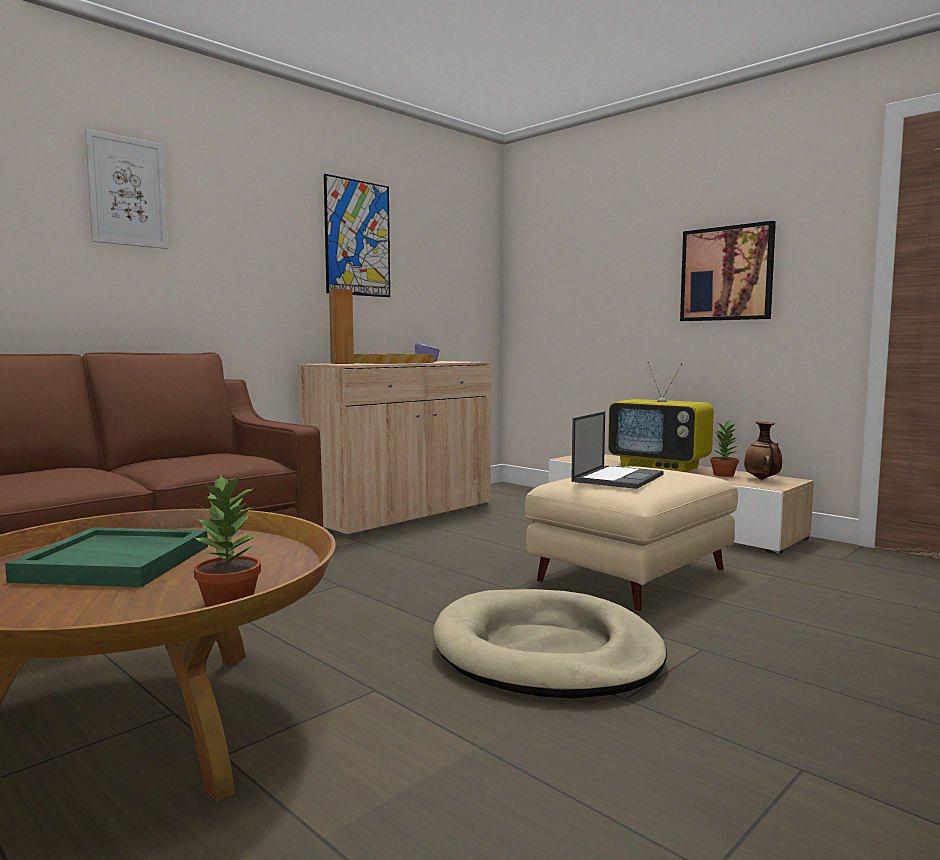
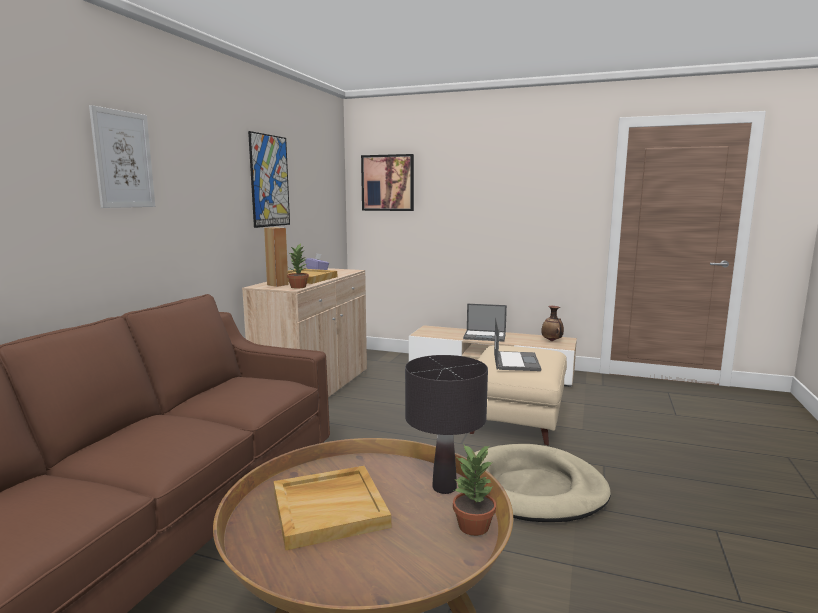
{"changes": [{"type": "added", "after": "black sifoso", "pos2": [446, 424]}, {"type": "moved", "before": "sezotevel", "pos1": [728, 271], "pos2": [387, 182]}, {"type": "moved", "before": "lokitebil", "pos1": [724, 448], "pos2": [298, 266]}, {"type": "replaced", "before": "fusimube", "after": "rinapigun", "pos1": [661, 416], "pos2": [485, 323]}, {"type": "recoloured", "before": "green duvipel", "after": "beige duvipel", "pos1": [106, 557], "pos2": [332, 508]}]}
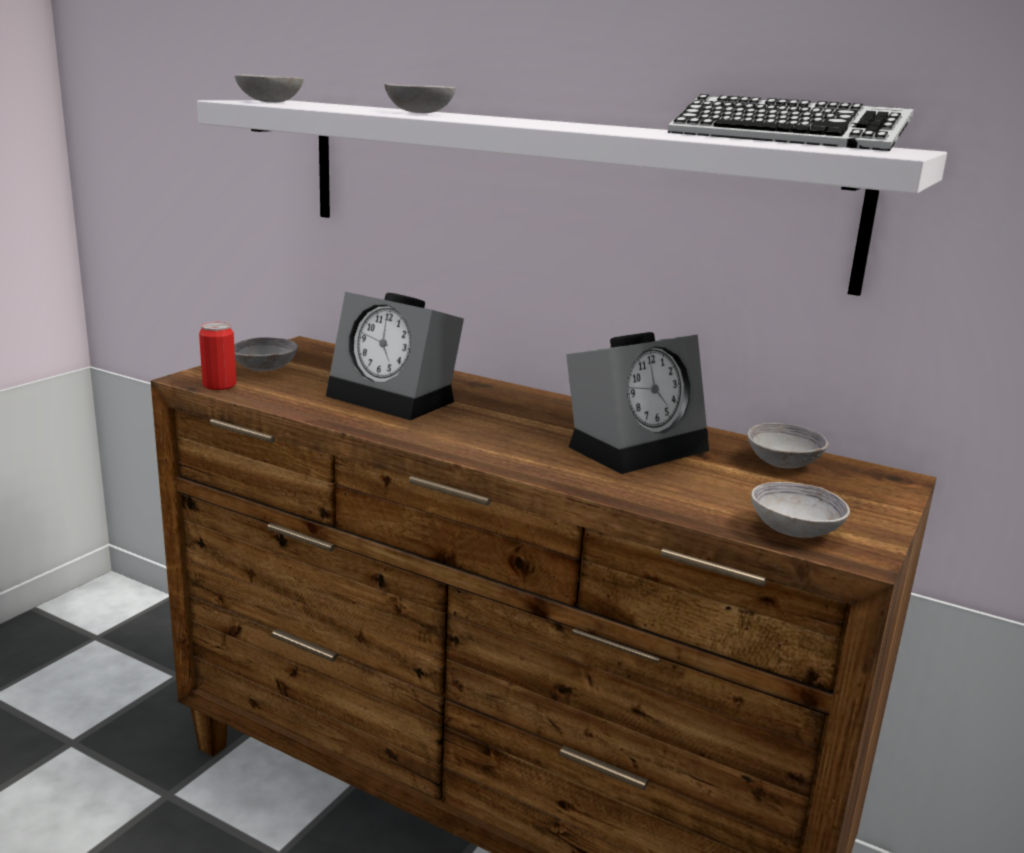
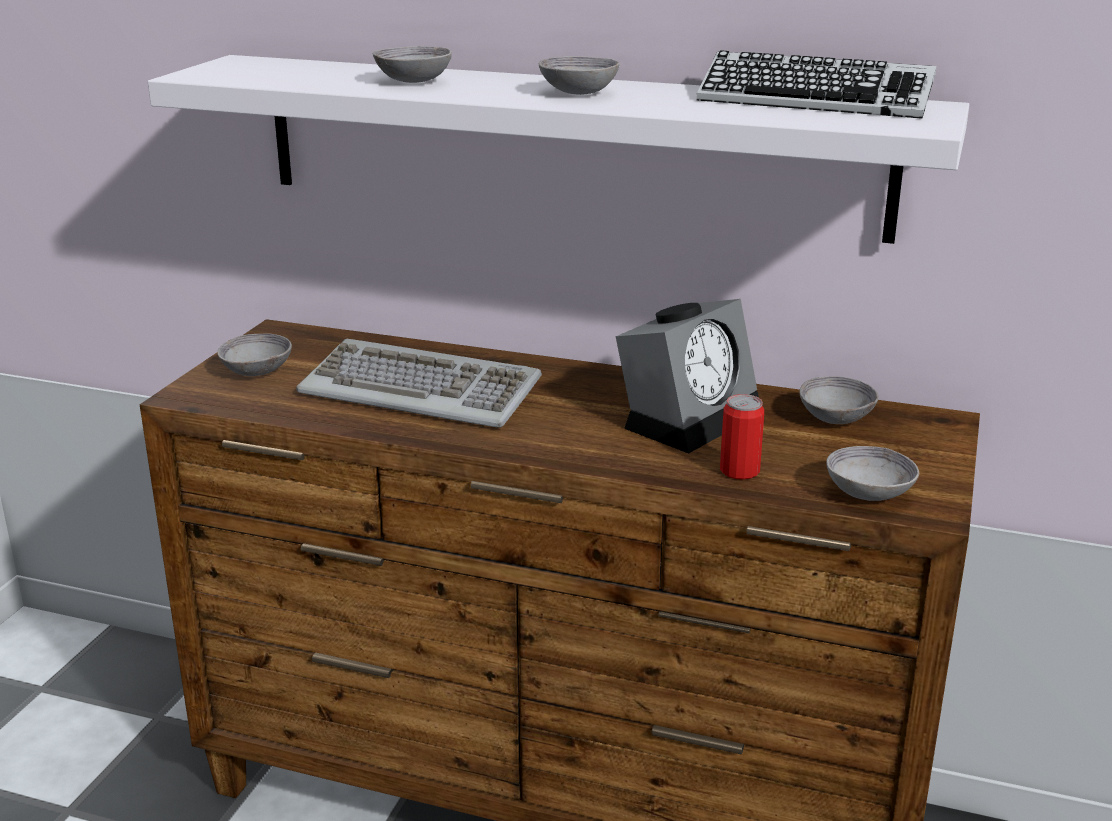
{"changes": [{"type": "moved", "before": "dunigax", "pos1": [217, 356], "pos2": [742, 437]}, {"type": "moved", "before": "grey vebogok", "pos1": [269, 88], "pos2": [579, 75]}, {"type": "replaced", "before": "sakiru", "after": "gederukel", "pos1": [395, 356], "pos2": [419, 383]}]}
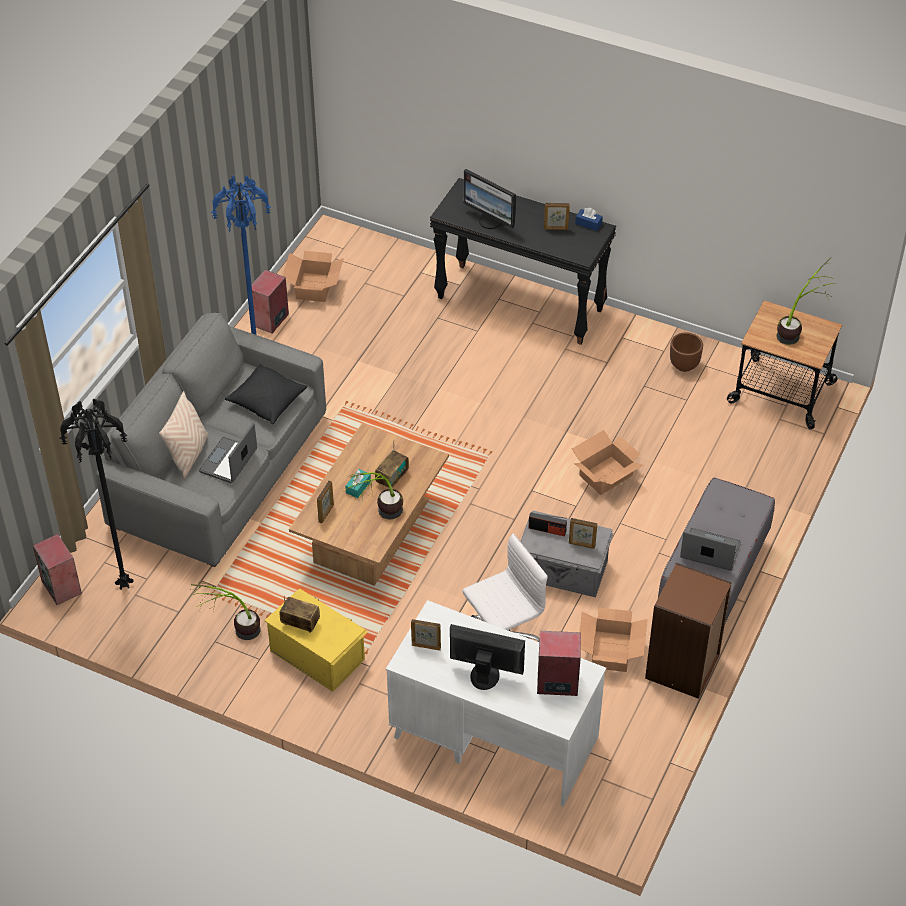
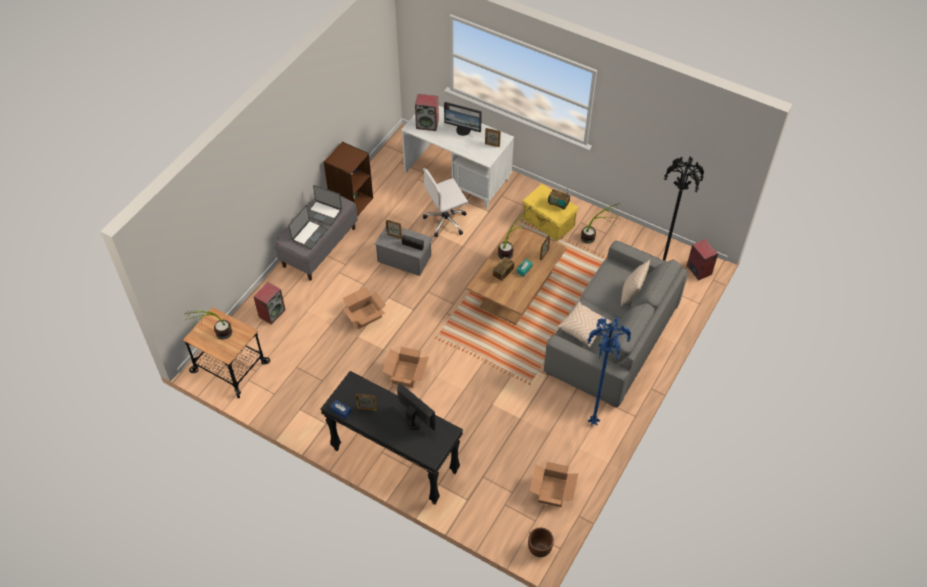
{"changes": [{"type": "moved", "before": "rinapigun", "pos1": [228, 453], "pos2": [308, 227]}, {"type": "moved", "before": "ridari", "pos1": [270, 302], "pos2": [269, 303]}, {"type": "moved", "before": "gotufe", "pos1": [613, 640], "pos2": [405, 367]}, {"type": "moved", "before": "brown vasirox", "pos1": [686, 352], "pos2": [541, 542]}, {"type": "recoloured", "before": "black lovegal", "after": "beige lovegal", "pos1": [266, 394], "pos2": [584, 324]}]}
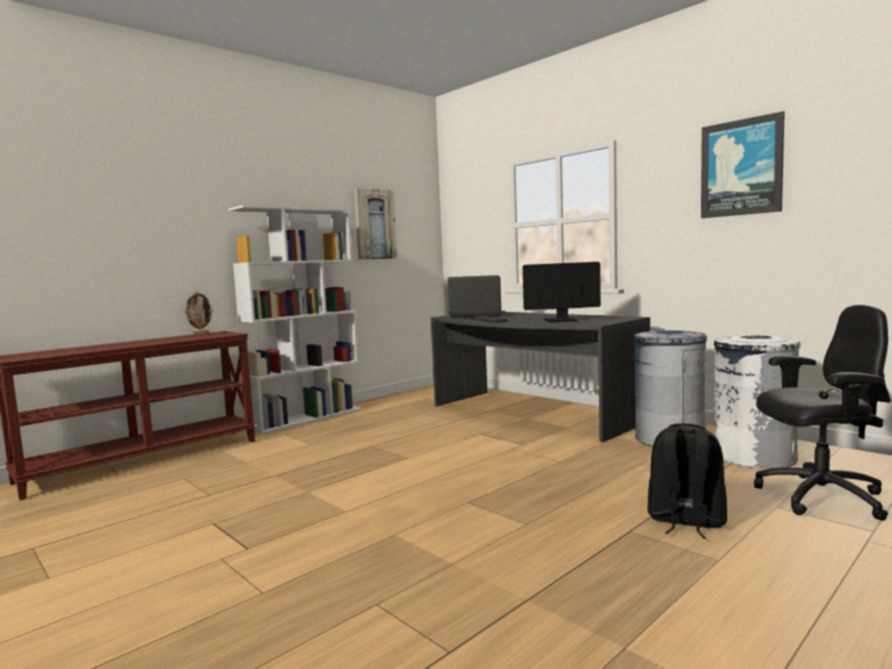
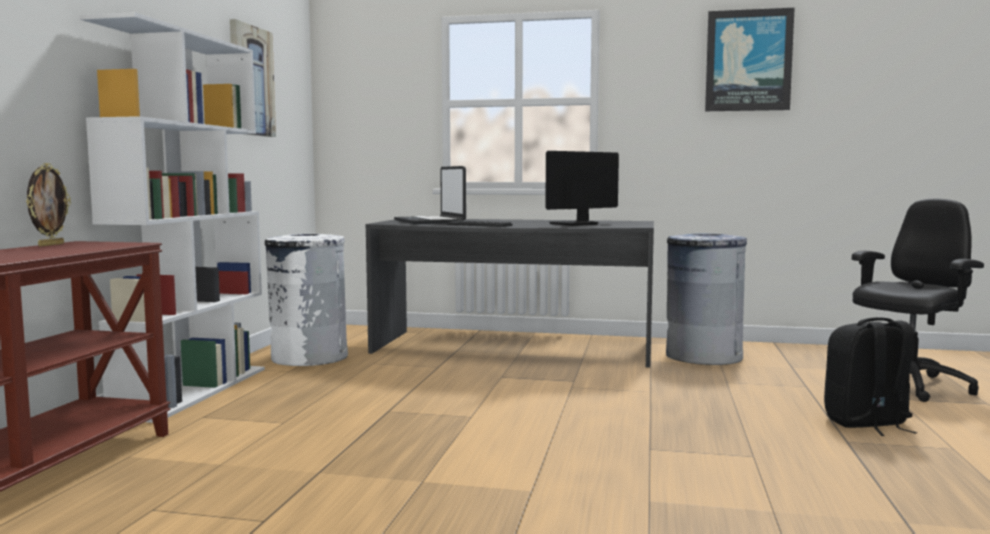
{"changes": [{"type": "moved", "before": "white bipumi", "pos1": [757, 402], "pos2": [306, 300]}, {"type": "turned", "before": "rinapigun", "pos1": [477, 296], "pos2": [430, 195], "turn": -90}]}
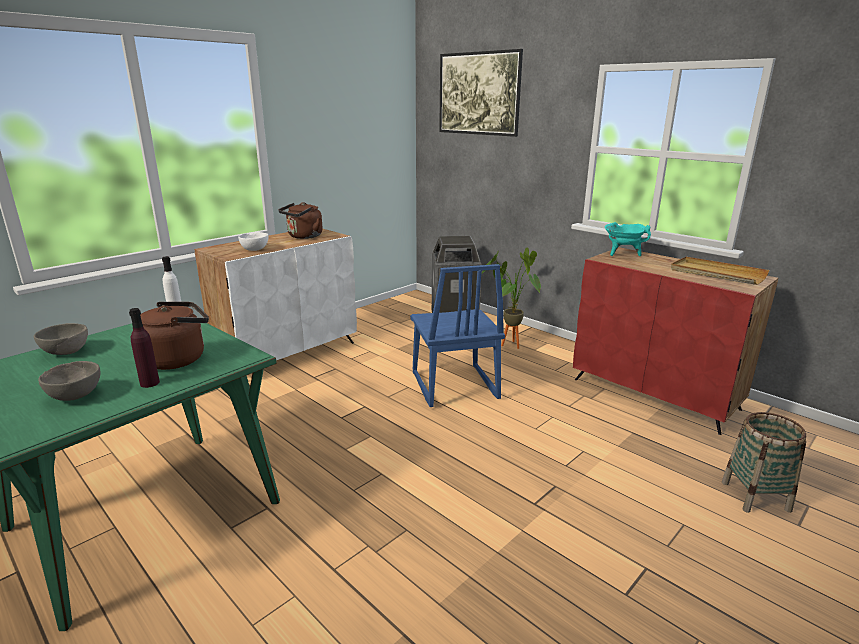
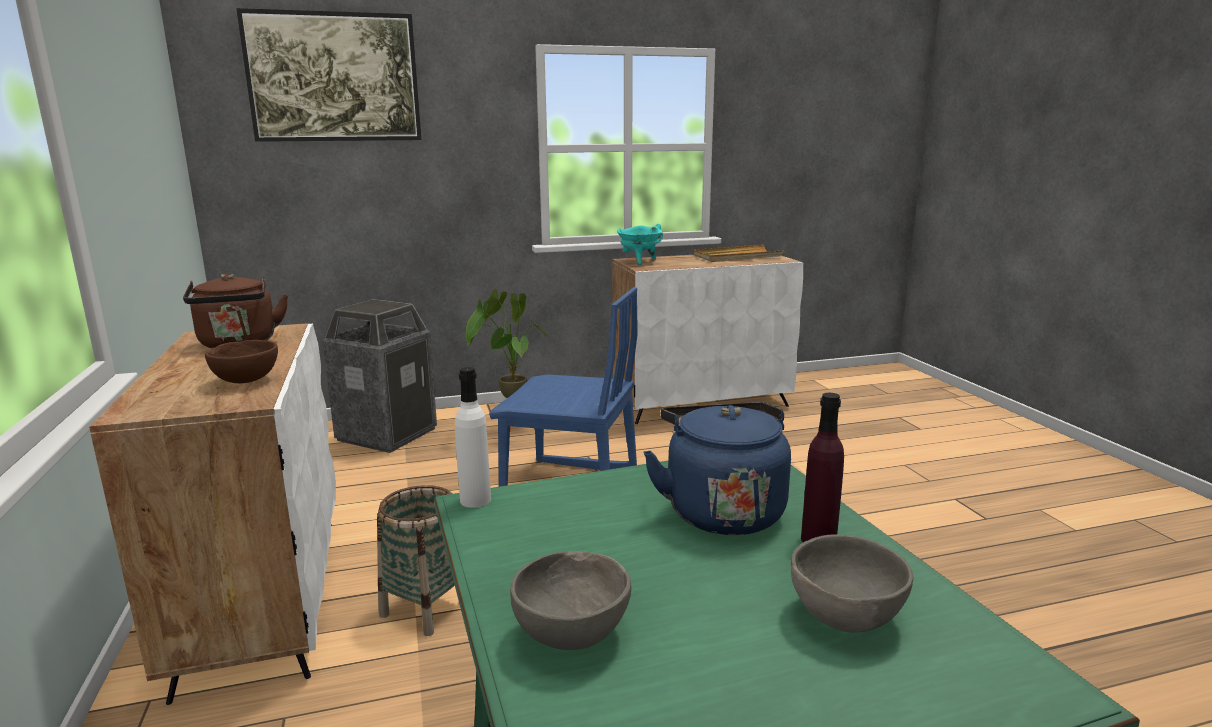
{"changes": [{"type": "moved", "before": "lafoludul", "pos1": [764, 462], "pos2": [416, 560]}, {"type": "recoloured", "before": "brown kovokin", "after": "blue kovokin", "pos1": [174, 336], "pos2": [717, 468]}, {"type": "recoloured", "before": "white vebogok", "after": "brown vebogok", "pos1": [253, 241], "pos2": [241, 361]}, {"type": "recoloured", "before": "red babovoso", "after": "white babovoso", "pos1": [675, 341], "pos2": [707, 337]}]}
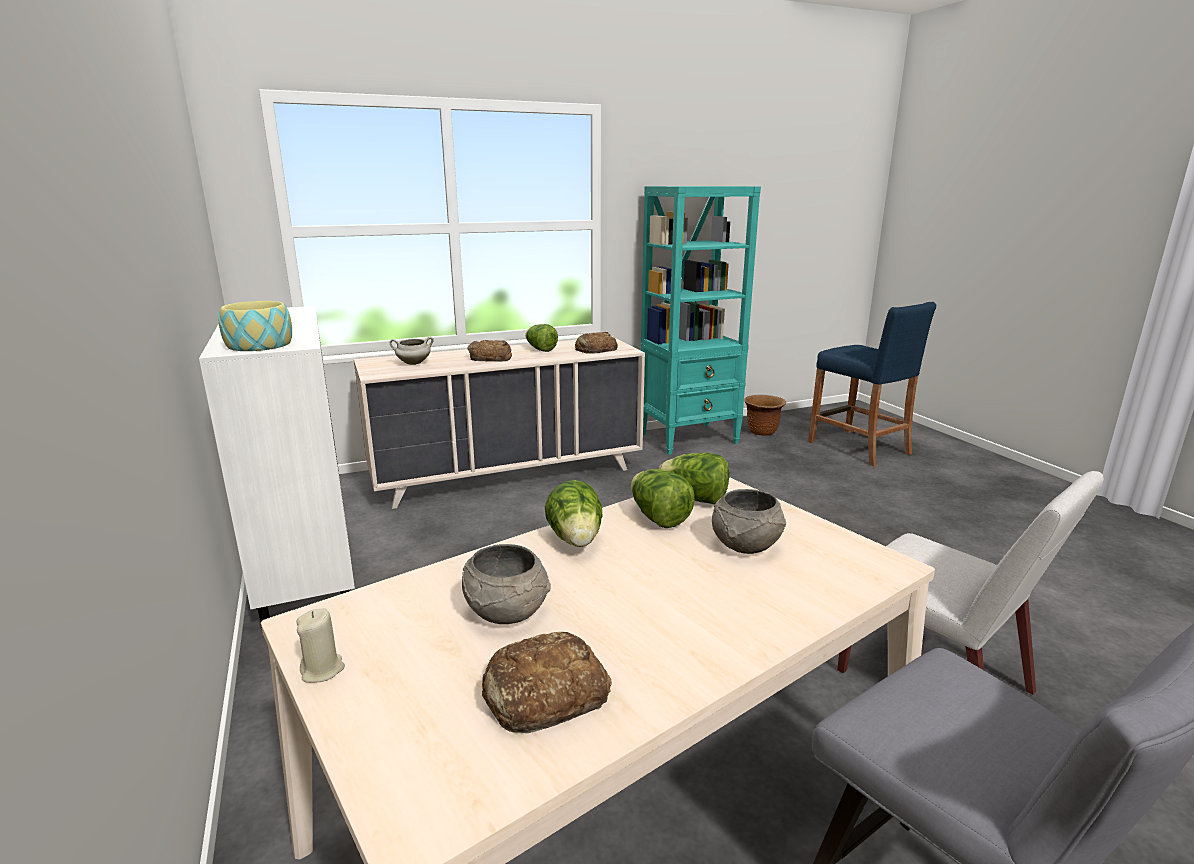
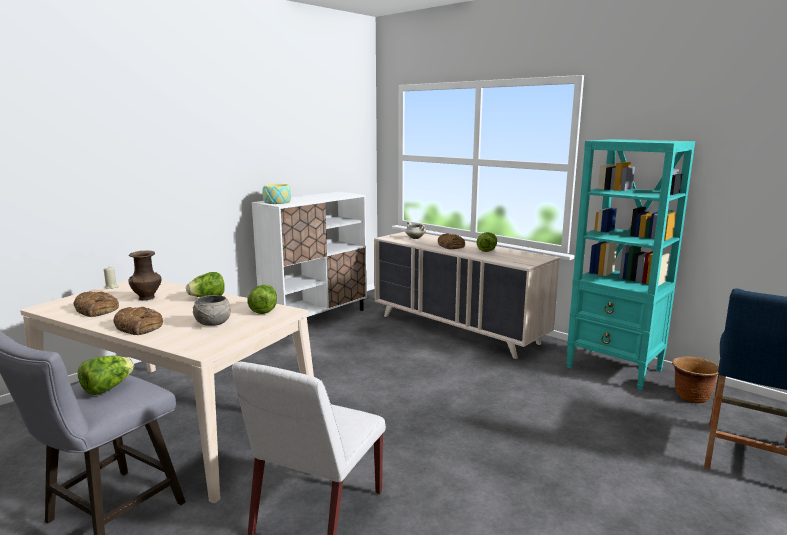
{"changes": [{"type": "moved", "before": "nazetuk", "pos1": [596, 343], "pos2": [138, 321]}, {"type": "moved", "before": "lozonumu", "pos1": [663, 498], "pos2": [106, 375]}, {"type": "replaced", "before": "grey vebogok", "after": "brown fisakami", "pos1": [506, 584], "pos2": [144, 276]}]}
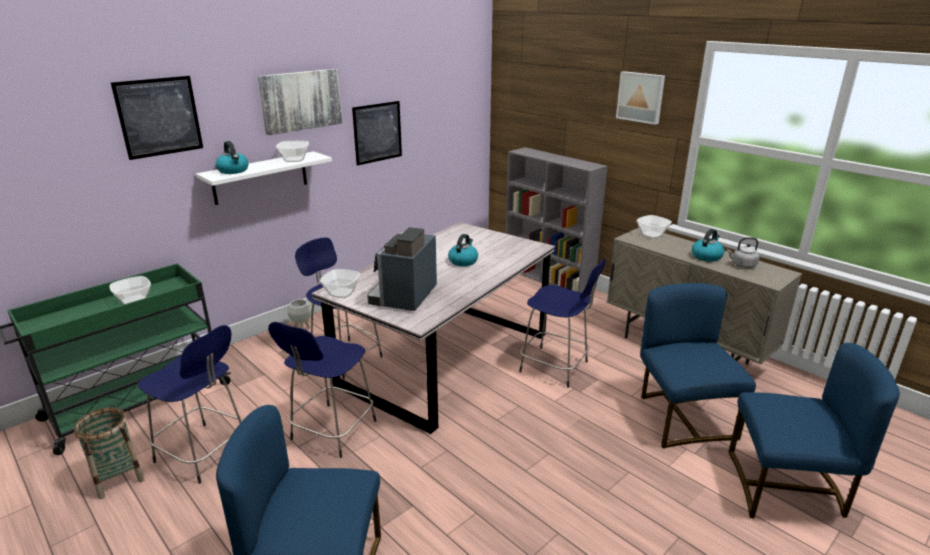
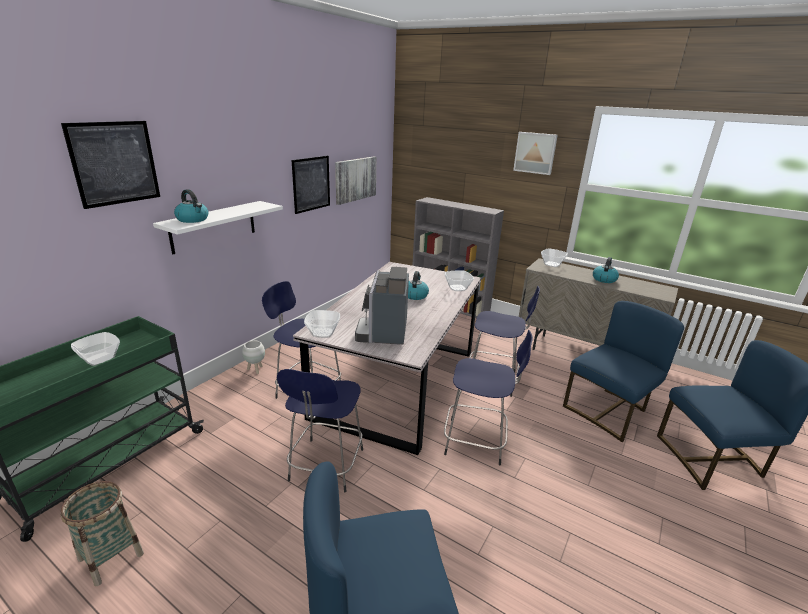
{"changes": [{"type": "removed", "before": "grey kovokin", "pos1": [743, 252]}, {"type": "moved", "before": "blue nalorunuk", "pos1": [190, 404], "pos2": [488, 398]}, {"type": "moved", "before": "sezotevel", "pos1": [300, 102], "pos2": [355, 181]}, {"type": "moved", "before": "vebogok", "pos1": [292, 151], "pos2": [459, 280]}, {"type": "turned", "before": "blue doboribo", "pos1": [698, 365], "pos2": [623, 371], "turn": 75}]}
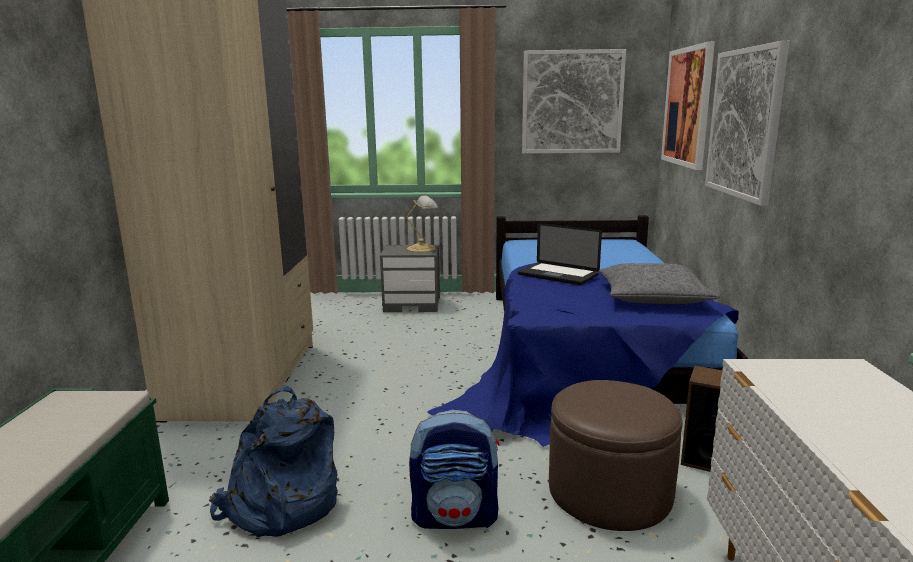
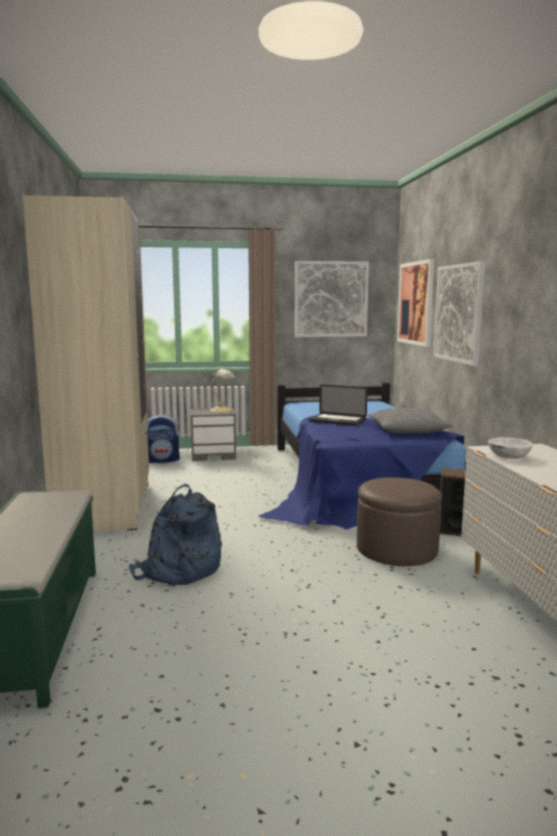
{"changes": [{"type": "added", "after": "white vebogok", "pos2": [510, 448]}, {"type": "moved", "before": "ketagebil", "pos1": [454, 469], "pos2": [163, 439]}]}
